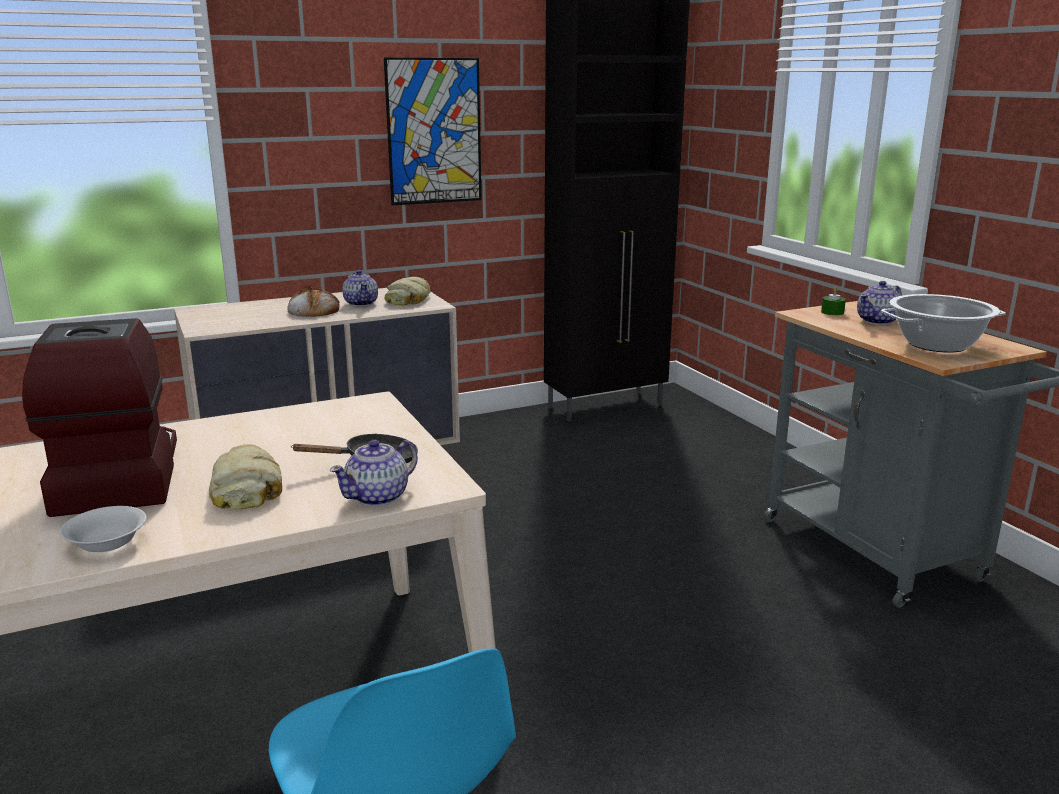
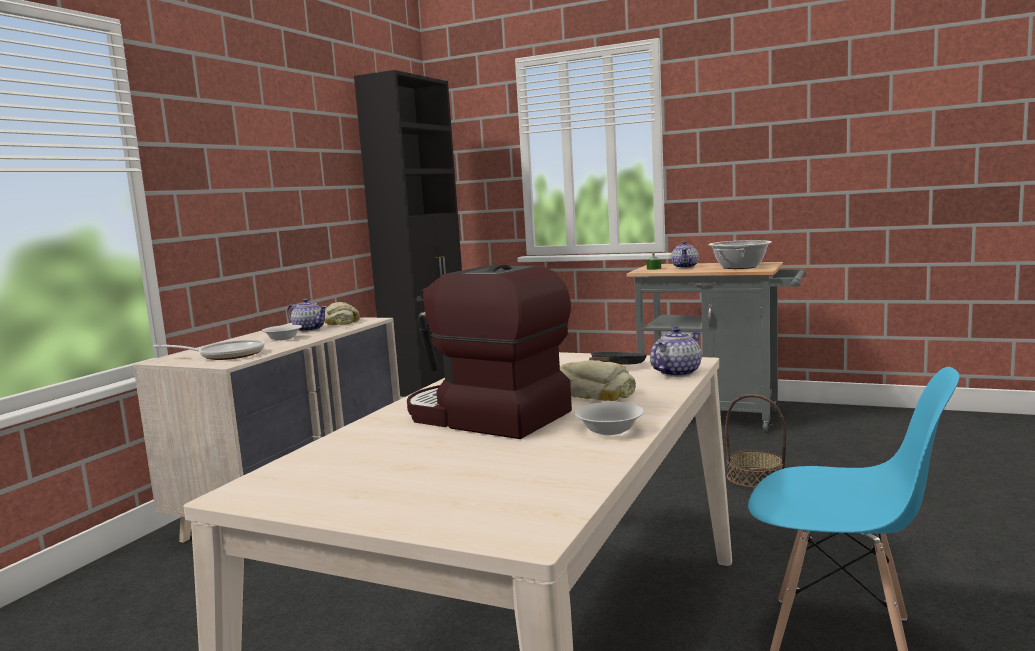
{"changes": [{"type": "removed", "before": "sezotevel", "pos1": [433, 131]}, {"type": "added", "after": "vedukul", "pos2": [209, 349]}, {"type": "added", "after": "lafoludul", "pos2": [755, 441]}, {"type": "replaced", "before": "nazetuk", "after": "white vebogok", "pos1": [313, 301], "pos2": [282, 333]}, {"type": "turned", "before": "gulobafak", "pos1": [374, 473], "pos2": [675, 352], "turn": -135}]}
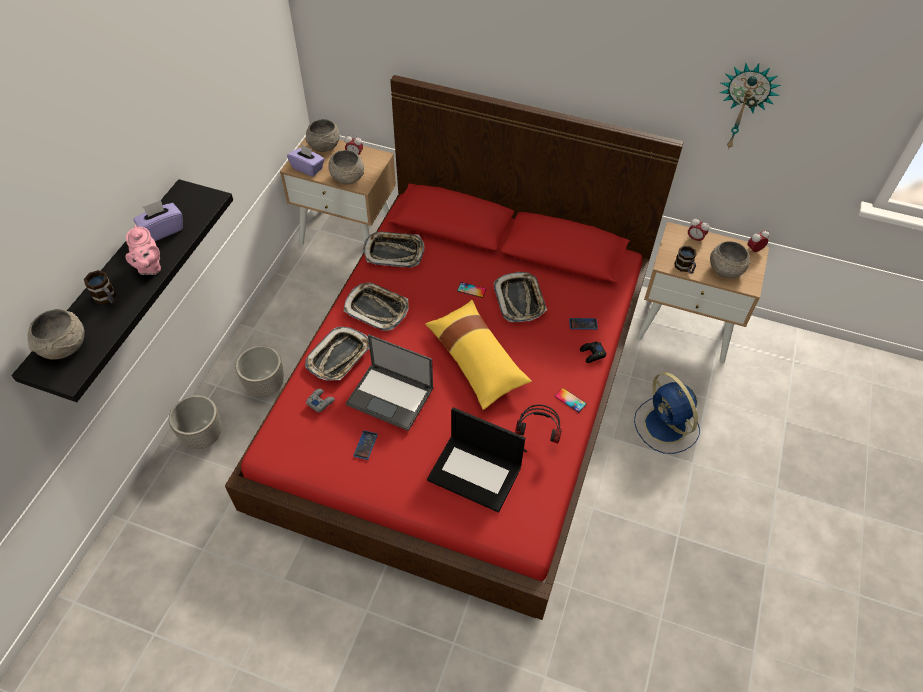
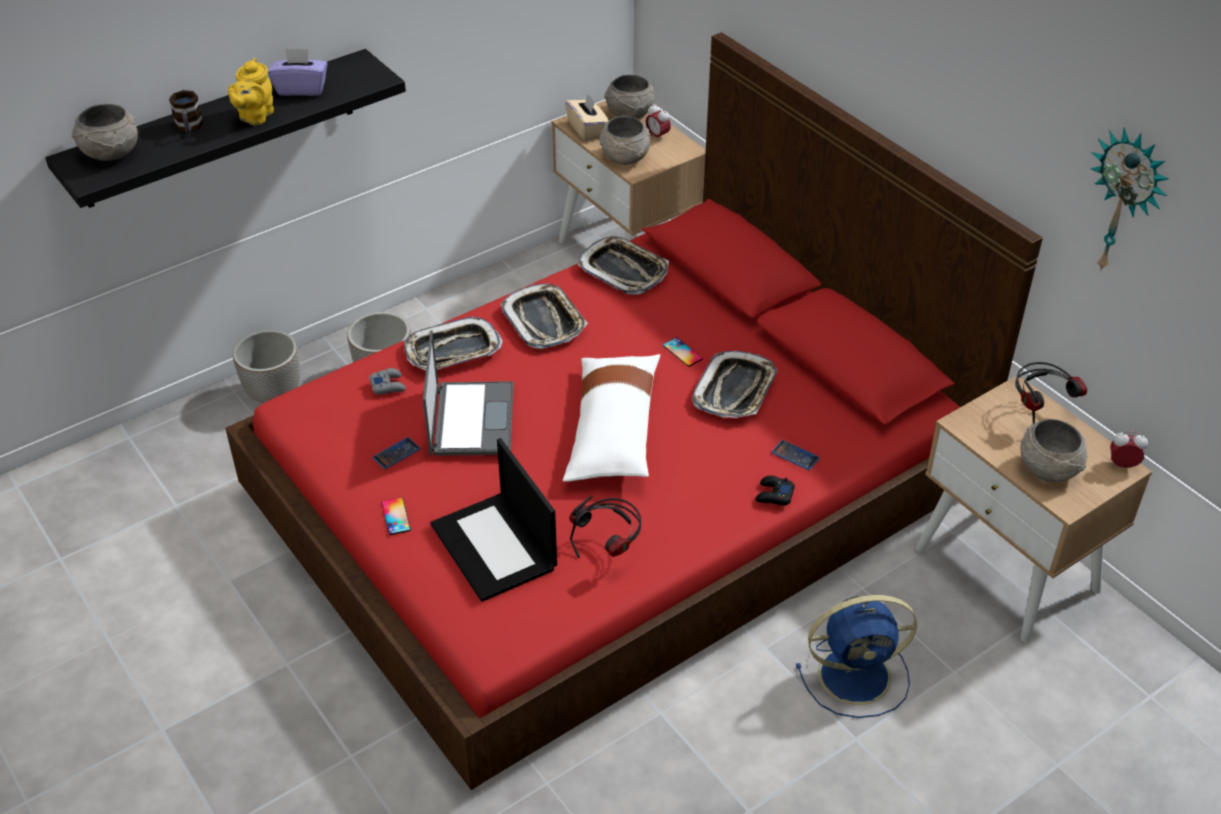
{"changes": [{"type": "removed", "before": "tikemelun", "pos1": [685, 260]}, {"type": "moved", "before": "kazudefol", "pos1": [571, 400], "pos2": [396, 516]}, {"type": "replaced", "before": "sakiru", "after": "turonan", "pos1": [698, 231], "pos2": [1051, 392]}, {"type": "recoloured", "before": "pink gulobafak", "after": "yellow gulobafak", "pos1": [143, 250], "pos2": [251, 91]}, {"type": "recoloured", "before": "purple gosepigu", "after": "beige gosepigu", "pos1": [305, 160], "pos2": [587, 117]}, {"type": "recoloured", "before": "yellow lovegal", "after": "white lovegal", "pos1": [478, 355], "pos2": [611, 418]}, {"type": "turned", "before": "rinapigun", "pos1": [389, 382], "pos2": [468, 393], "turn": -150}, {"type": "turned", "before": "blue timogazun", "pos1": [667, 413], "pos2": [856, 656], "turn": -105}]}
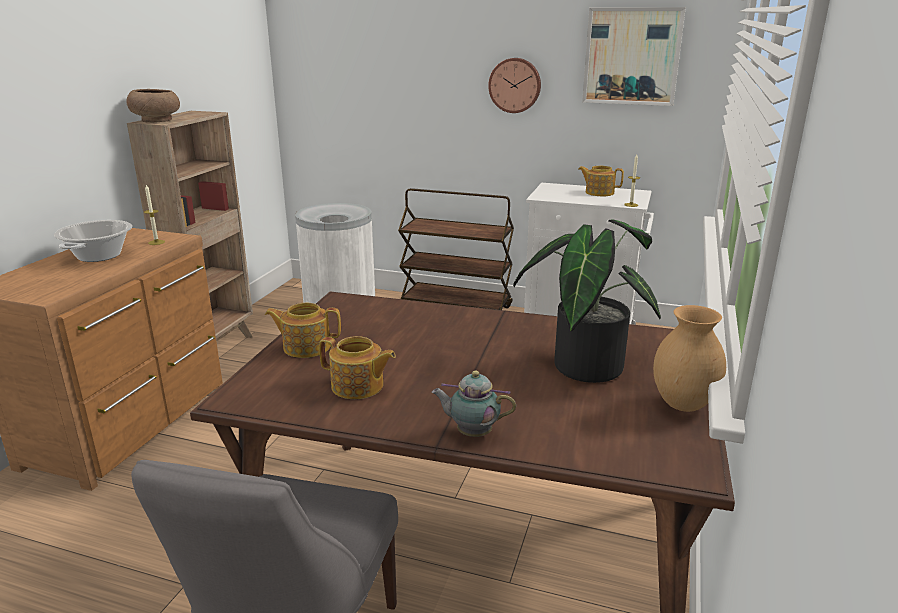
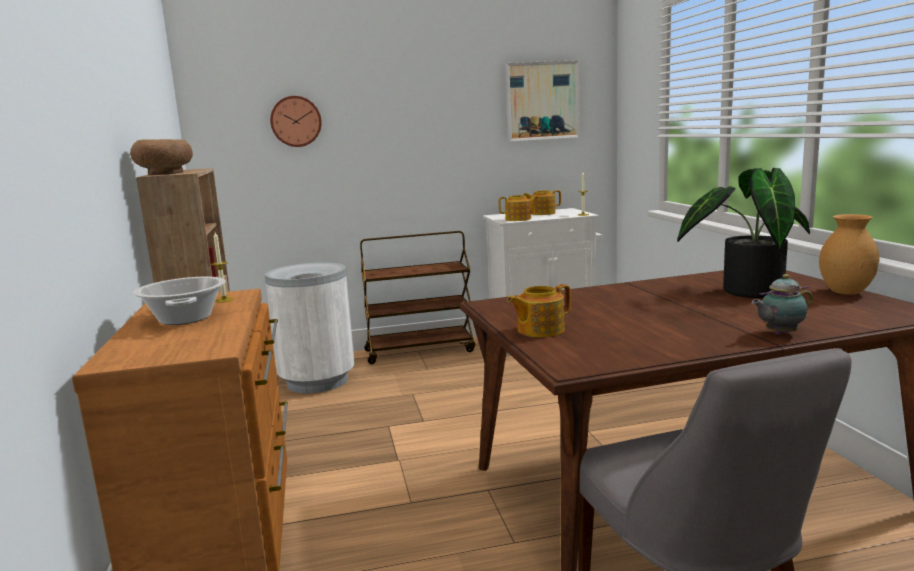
{"changes": [{"type": "moved", "before": "gulobafak", "pos1": [357, 367], "pos2": [518, 208]}, {"type": "moved", "before": "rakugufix", "pos1": [514, 85], "pos2": [296, 121]}]}
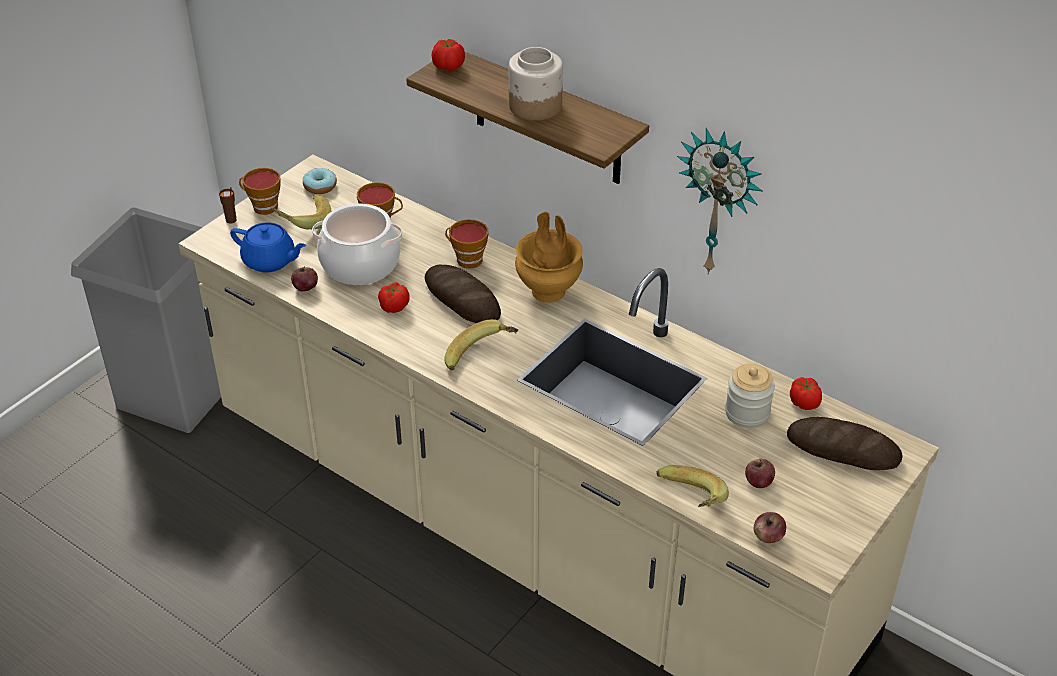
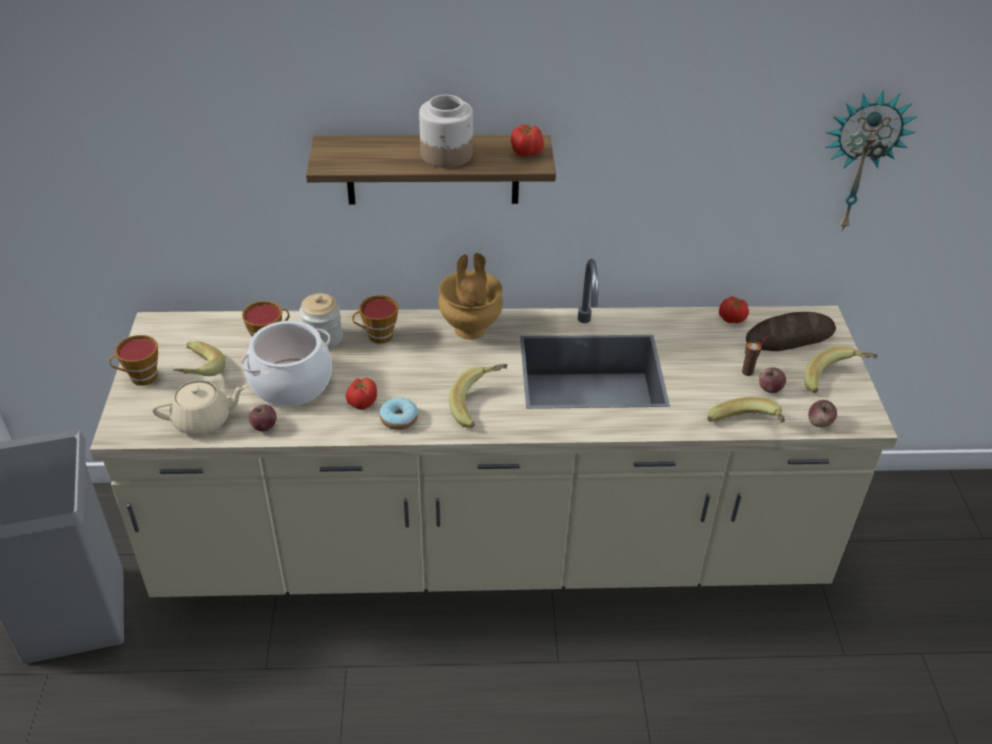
{"changes": [{"type": "removed", "before": "nazetuk", "pos1": [463, 294]}, {"type": "added", "after": "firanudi", "pos2": [841, 369]}, {"type": "moved", "before": "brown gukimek", "pos1": [228, 205], "pos2": [754, 356]}, {"type": "moved", "before": "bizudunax", "pos1": [320, 181], "pos2": [398, 413]}, {"type": "moved", "before": "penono", "pos1": [448, 55], "pos2": [527, 140]}, {"type": "moved", "before": "rakugufix", "pos1": [720, 201], "pos2": [871, 161]}, {"type": "moved", "before": "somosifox", "pos1": [750, 396], "pos2": [321, 321]}, {"type": "recoloured", "before": "blue gulobafak", "after": "beige gulobafak", "pos1": [268, 247], "pos2": [199, 407]}]}
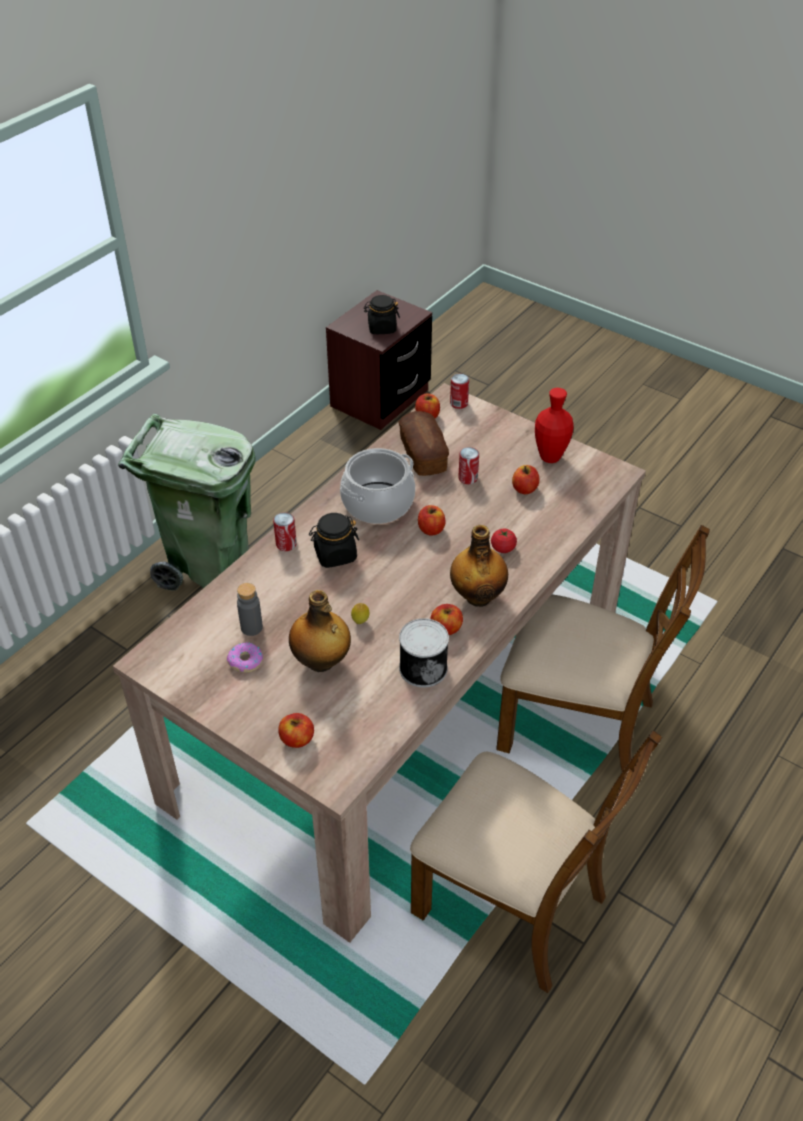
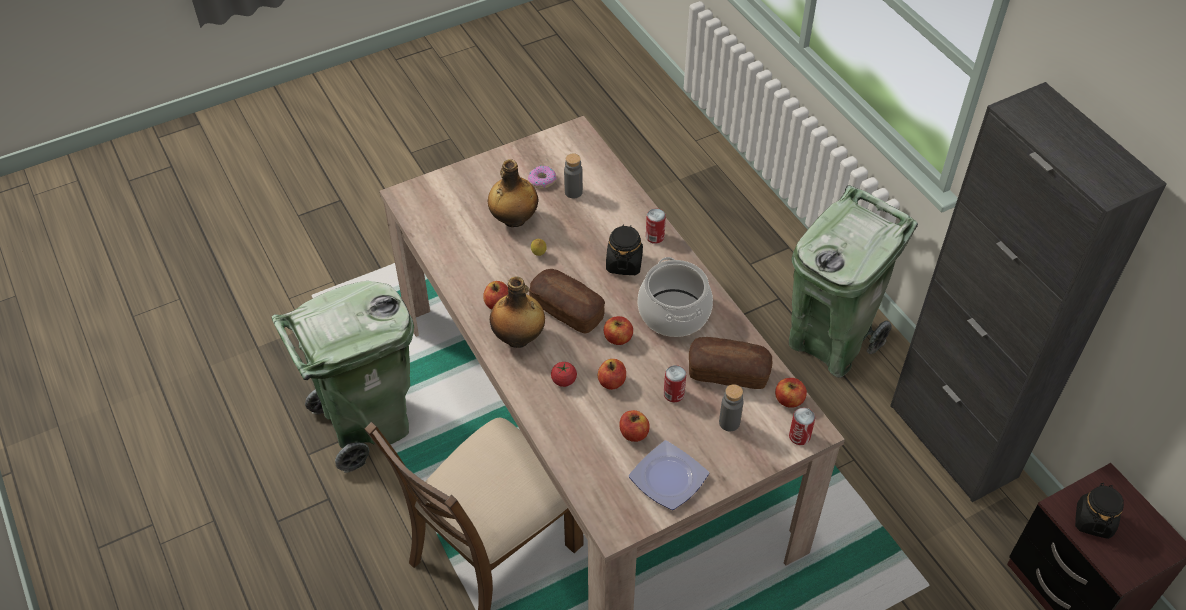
{"changes": [{"type": "removed", "before": "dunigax", "pos1": [424, 653]}, {"type": "added", "after": "nazetuk", "pos2": [567, 301]}, {"type": "added", "after": "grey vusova", "pos2": [731, 408]}, {"type": "added", "after": "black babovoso", "pos2": [1028, 292]}, {"type": "moved", "before": "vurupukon", "pos1": [296, 730], "pos2": [612, 374]}, {"type": "replaced", "before": "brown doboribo", "after": "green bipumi", "pos1": [536, 861], "pos2": [343, 377]}, {"type": "replaced", "before": "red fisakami", "after": "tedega", "pos1": [554, 425], "pos2": [669, 475]}]}
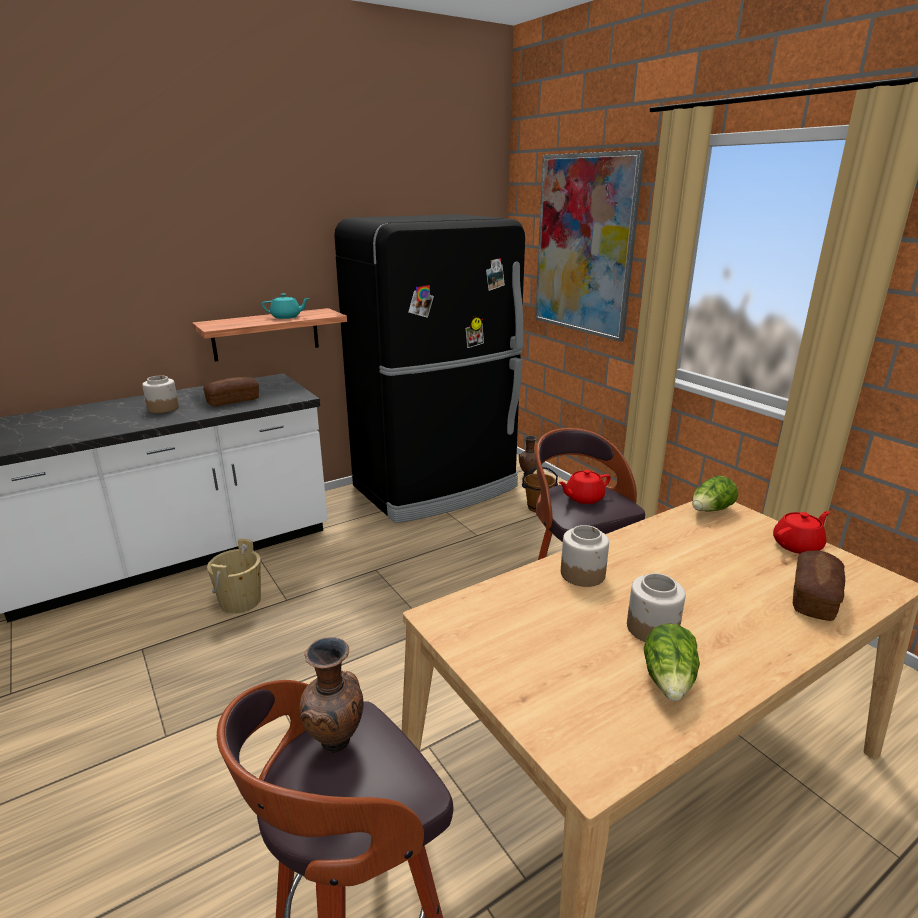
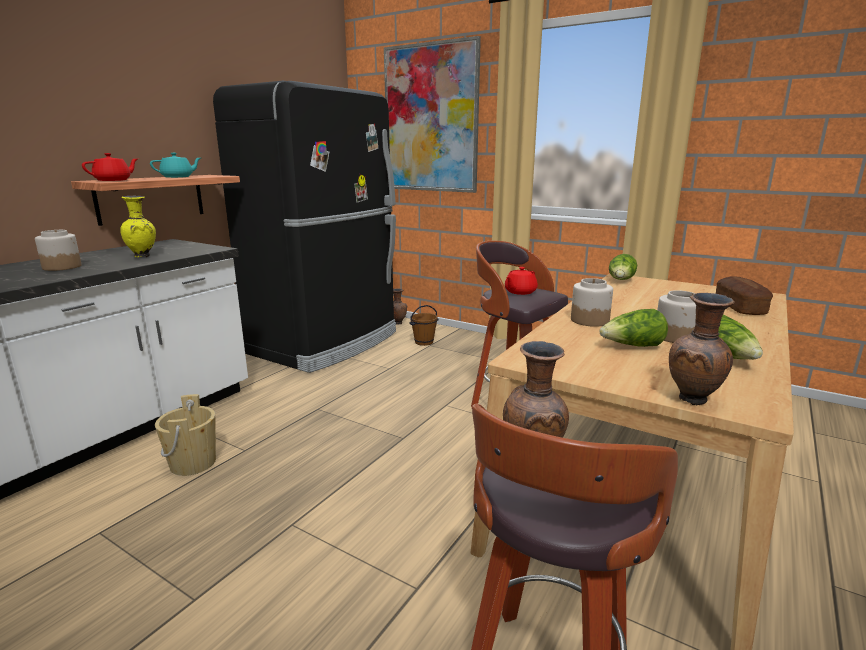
{"changes": [{"type": "added", "after": "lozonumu", "pos2": [634, 328]}, {"type": "added", "after": "brown fisakami", "pos2": [702, 349]}, {"type": "moved", "before": "red gulobafak", "pos1": [801, 532], "pos2": [109, 167]}, {"type": "replaced", "before": "nazetuk", "after": "yellow fisakami", "pos1": [231, 391], "pos2": [138, 227]}]}
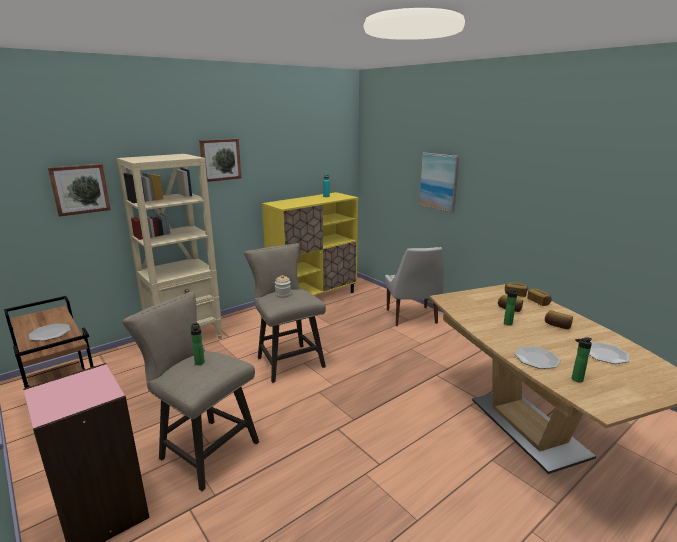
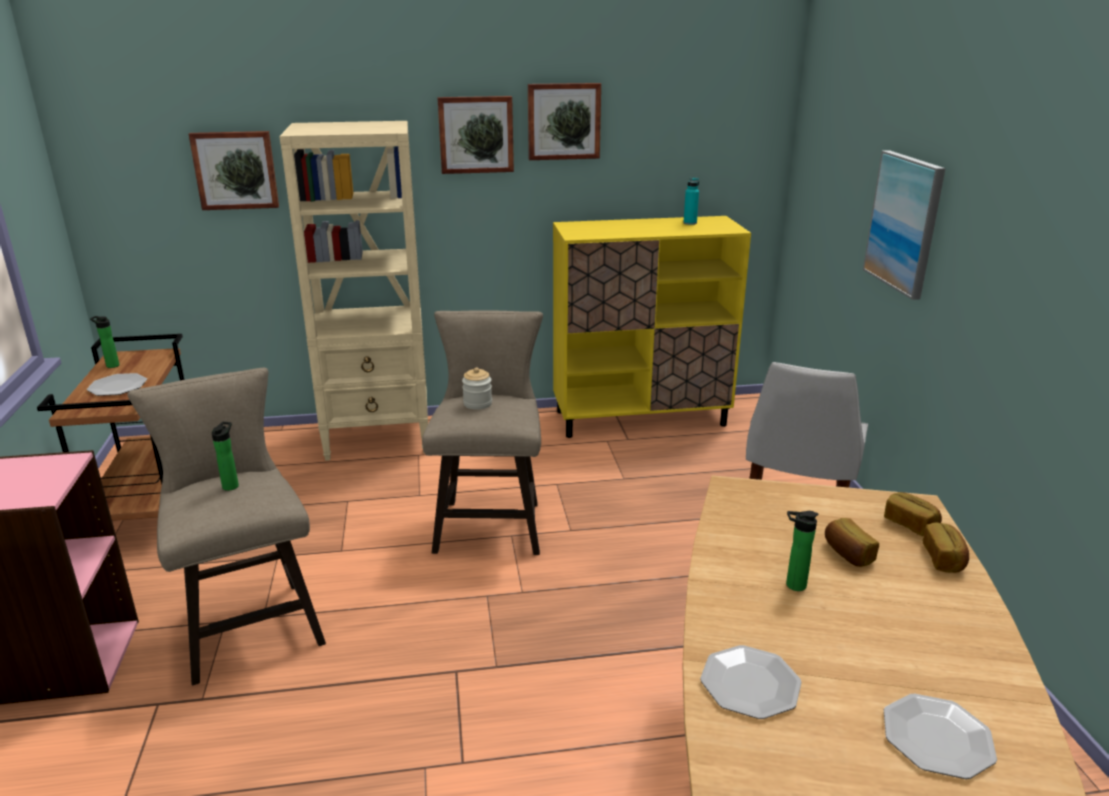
{"changes": [{"type": "removed", "before": "nazetuk", "pos1": [559, 319]}, {"type": "added", "after": "sezotevel", "pos2": [564, 121]}, {"type": "moved", "before": "vusova", "pos1": [582, 360], "pos2": [105, 342]}]}
